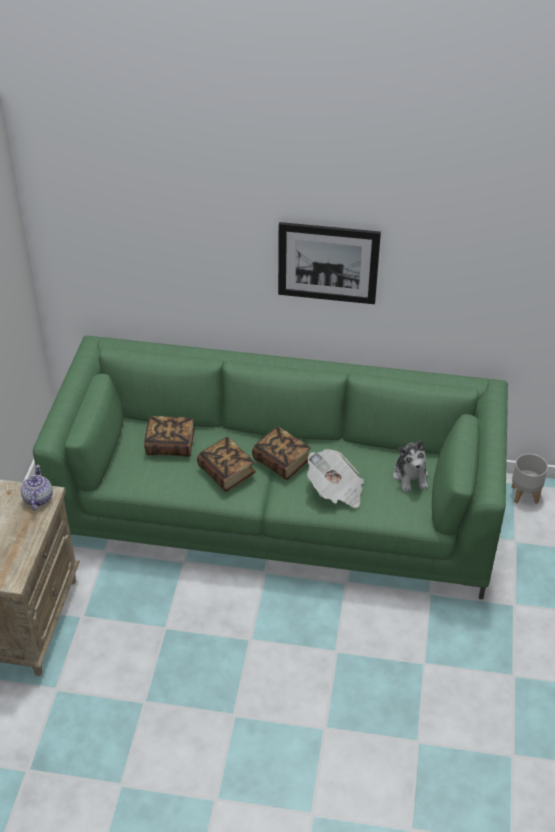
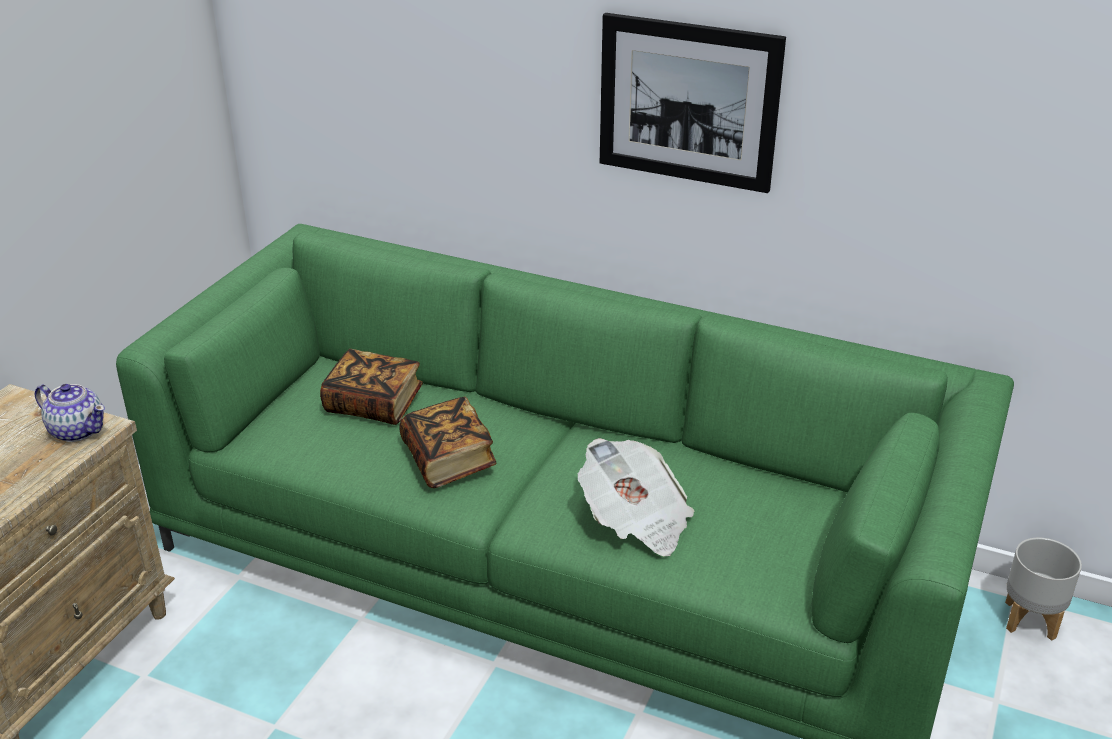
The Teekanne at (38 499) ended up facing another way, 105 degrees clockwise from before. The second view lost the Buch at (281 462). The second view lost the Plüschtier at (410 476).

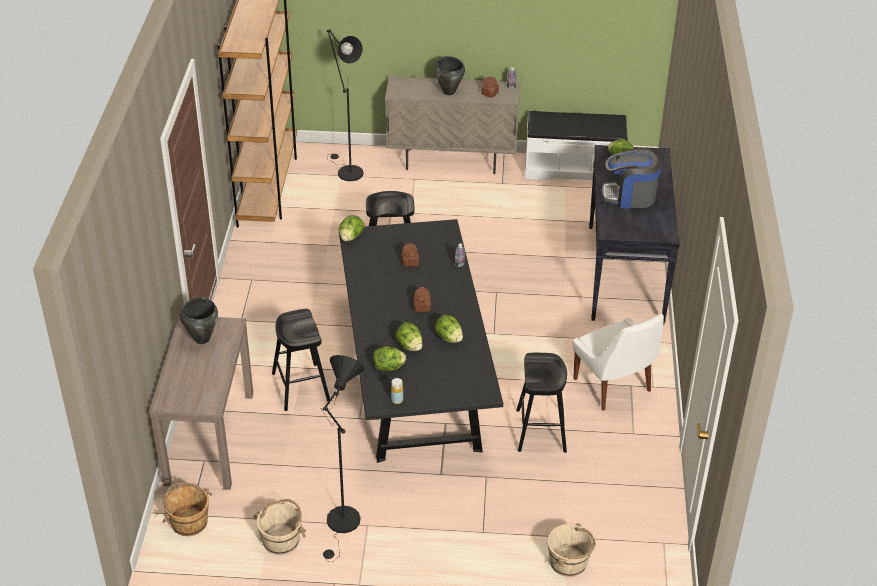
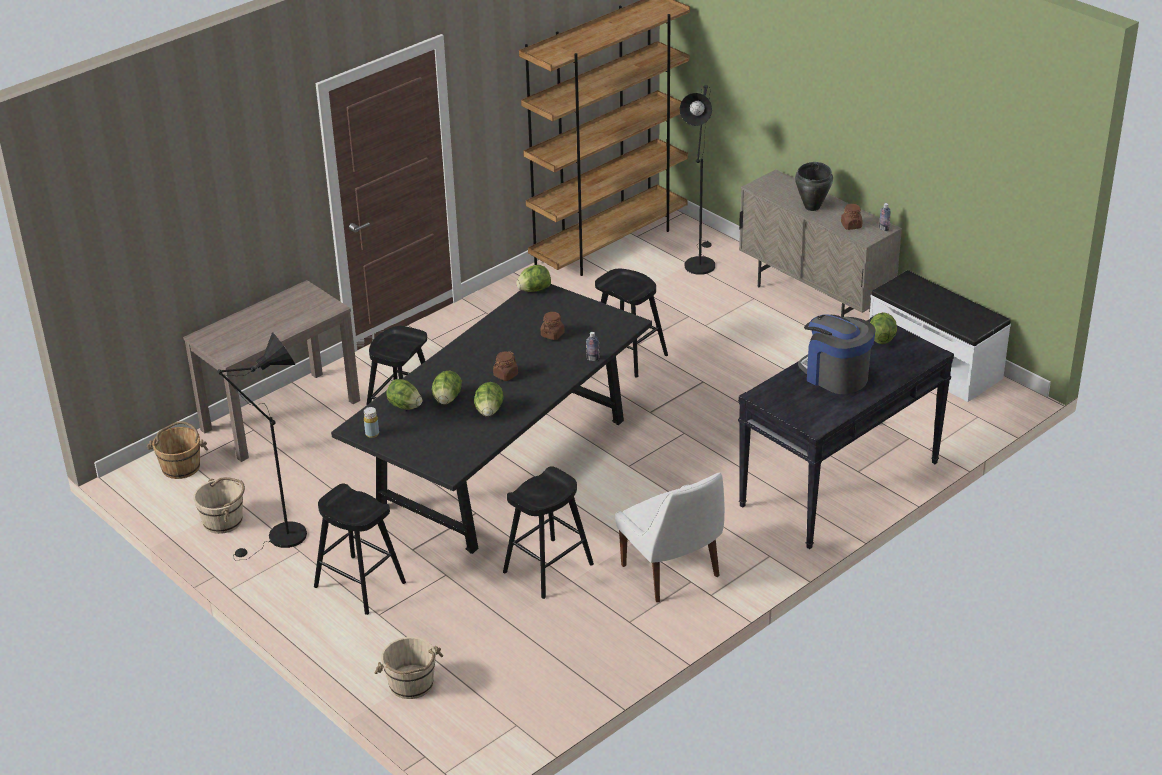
The second view gained the Hocker/schwarz at (360 585). The Stuhl/weiß at (614 387) ended up facing another way, 45 degrees counterclockwise from before. The second view lost the Kochtopf/schwarz at (201 339).

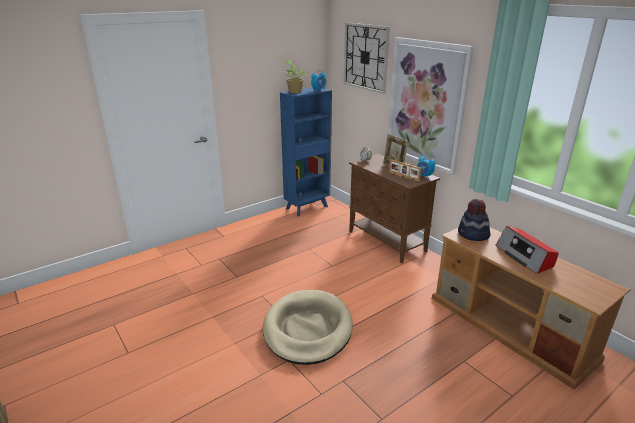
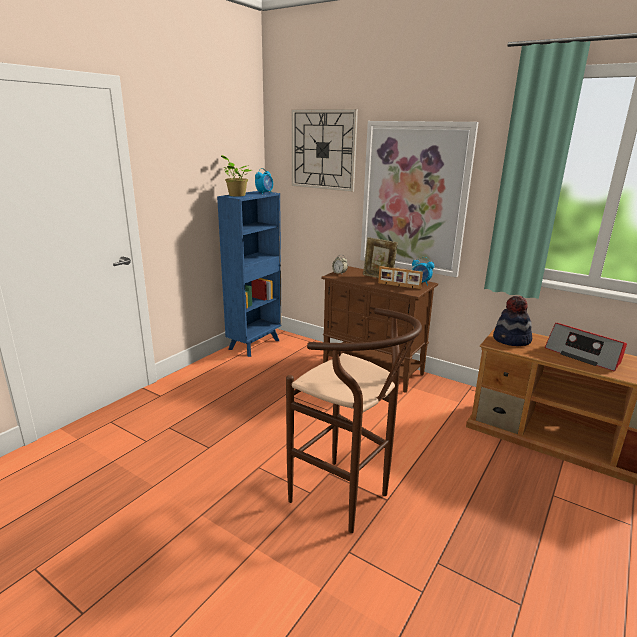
Where the Hundebett/beige stood at (307 329), the Hocker/braun came to stand at (347 500).

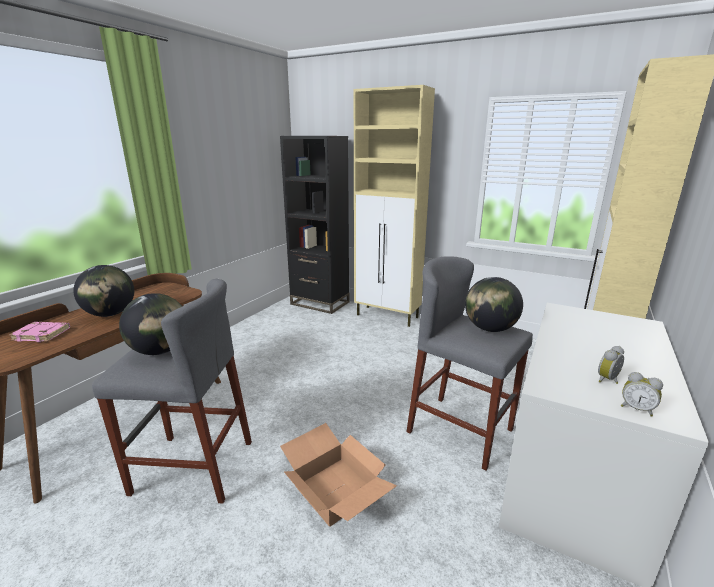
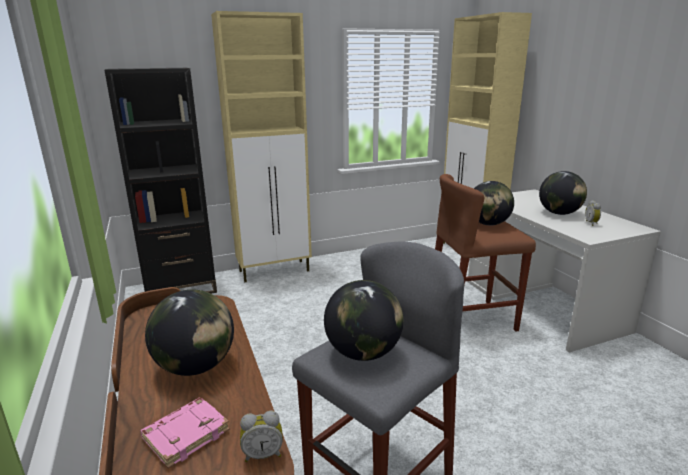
The Wecker ended up elsewhere, having gone from (637 409) to (263 454). What was the Hocker/grau at (460 430) turned into the Hocker/braun at (471 319). The second view gained the Globus at (559 213). The second view lost the Karton at (334 490).

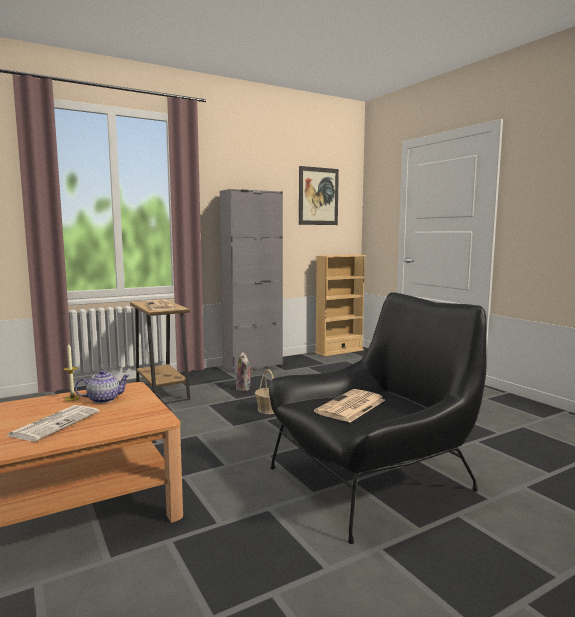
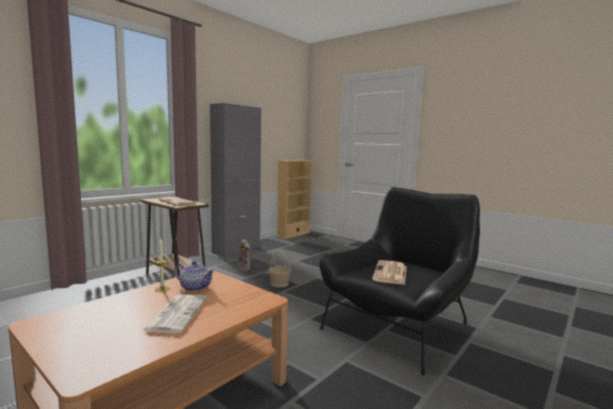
The Teekanne at (103 399) ended up facing another way, 60 degrees clockwise from before. The second view lost the Bild at (318 196).

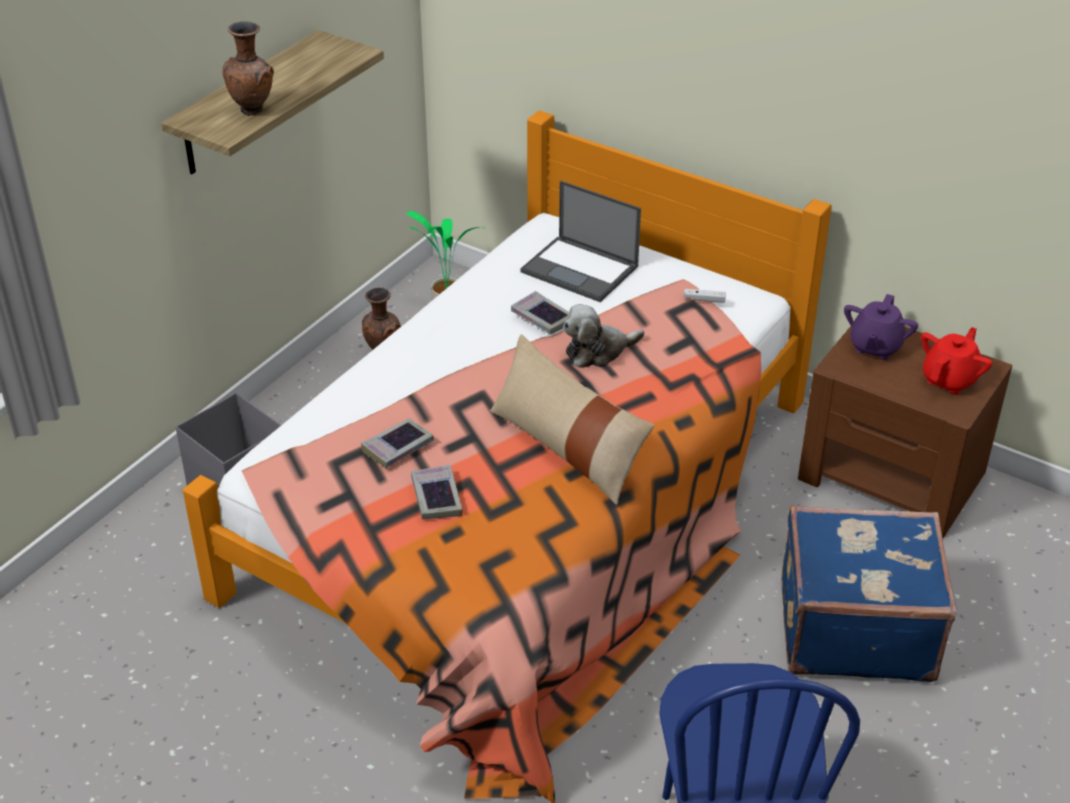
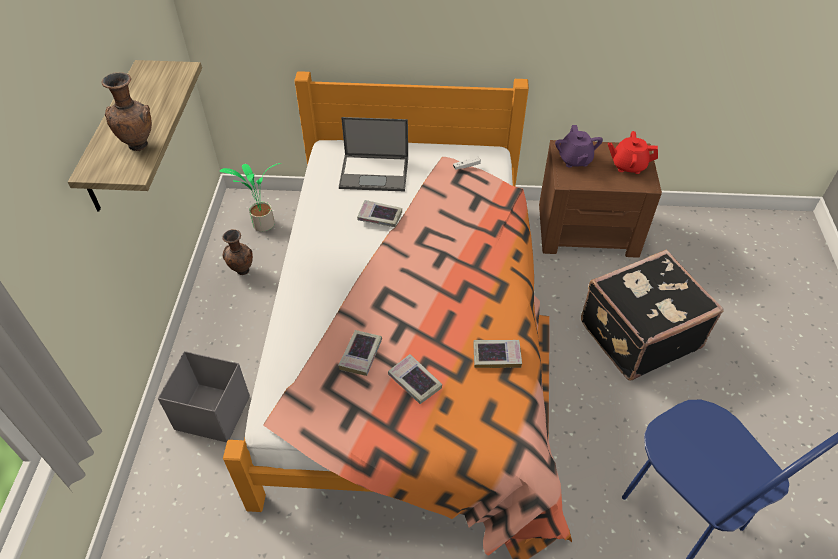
The second view gained the Buch at (496 356). What was the Koffer/blau at (854 627) turned into the Koffer/schwarz at (637 333). The Teekanne/rot at (949 379) ended up facing another way, 90 degrees counterclockwise from before. The second view lost the Kissen/beige at (567 447). The second view lost the Plüschtier at (598 351).

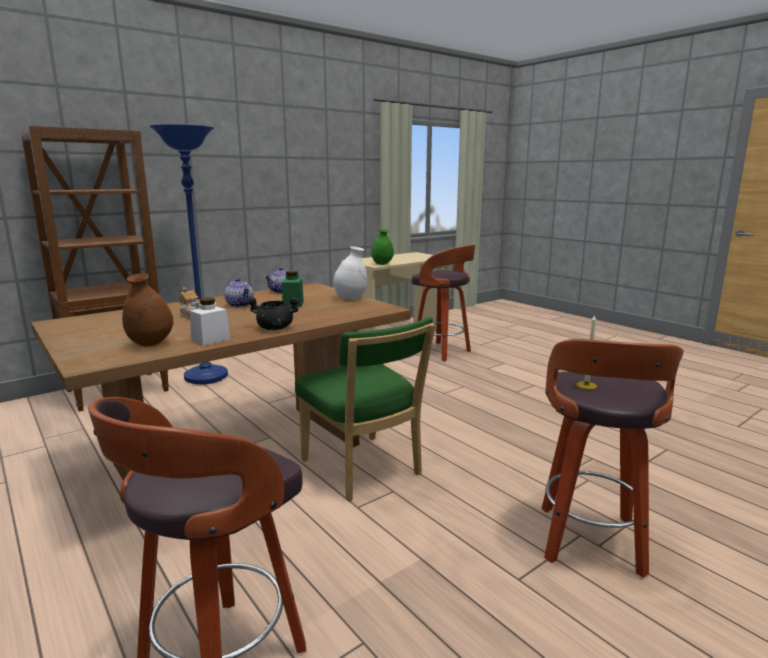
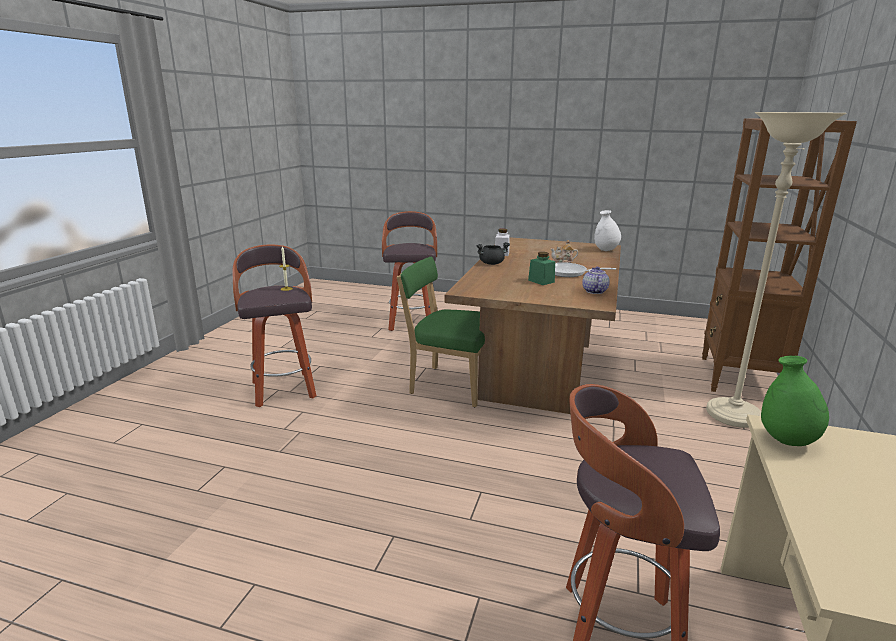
Where the Teekanne stood at (240 305), the Pfanne came to stand at (570 273). The Vase/weiß ended up elsewhere, having gone from (350 299) to (605 250). What was the Stehlampe/blau at (206 377) turned into the Stehlampe/beige at (733 415). The second view lost the Vase/braun at (150 344).

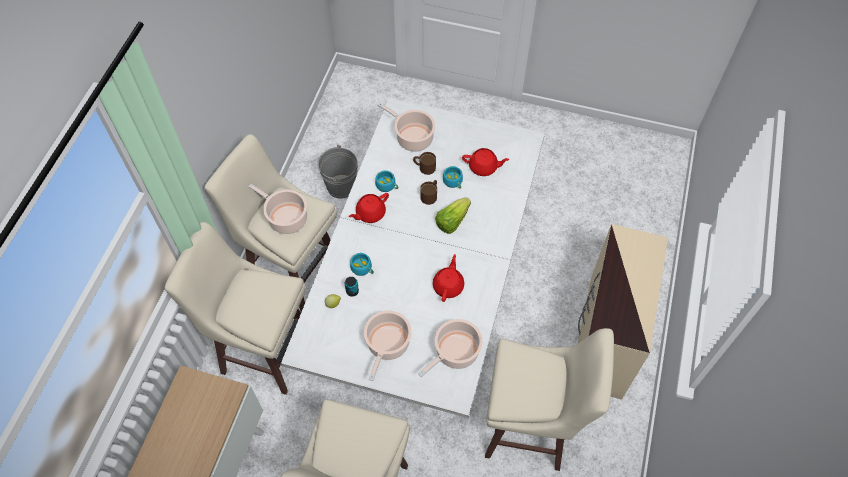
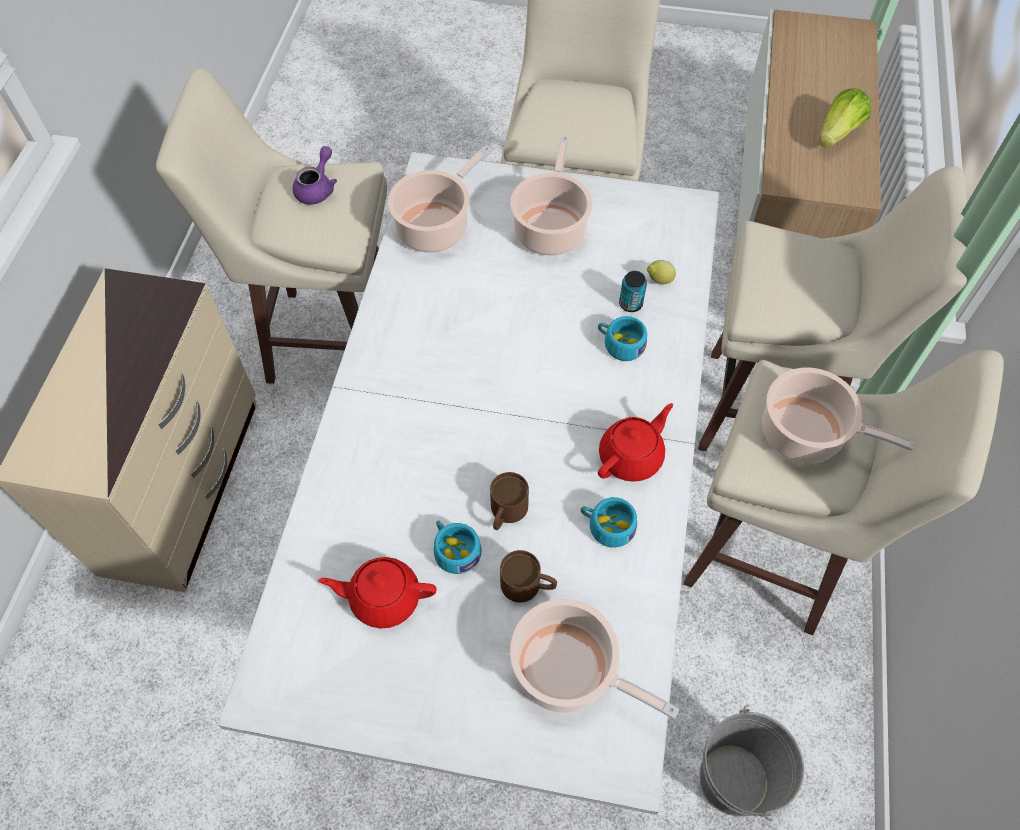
The second view gained the Teekanne/lila at (318 188). The Salatkopf ended up elsewhere, having gone from (452 221) to (837 134). The second view lost the Teekanne/rot at (448 286).

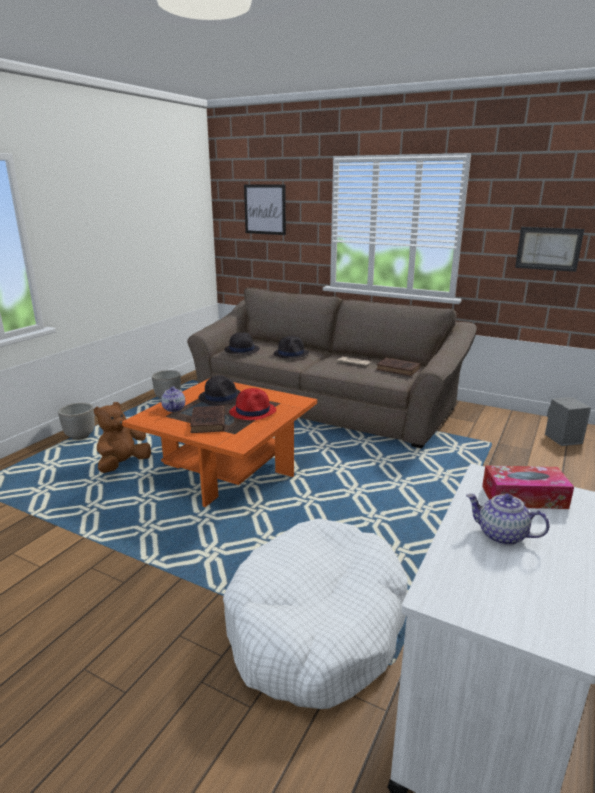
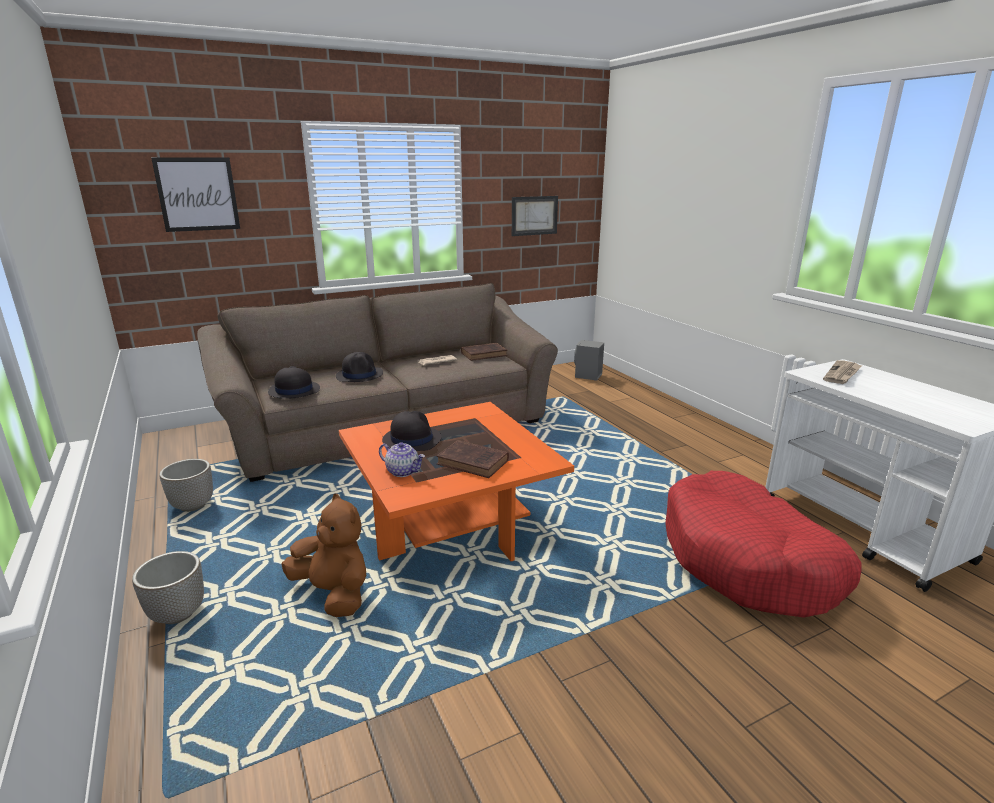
The Plüschtier/braun at (123 464) ended up facing another way, 150 degrees clockwise from before. What was the Hundebett/weiß at (317 626) turned into the Hundebett/rot at (748 561). Where the Taschentuchbox stood at (524 497), the Zeitung came to stand at (842 374). The second view lost the Hut/rot at (253 411). The second view lost the Teekanne at (501 535).

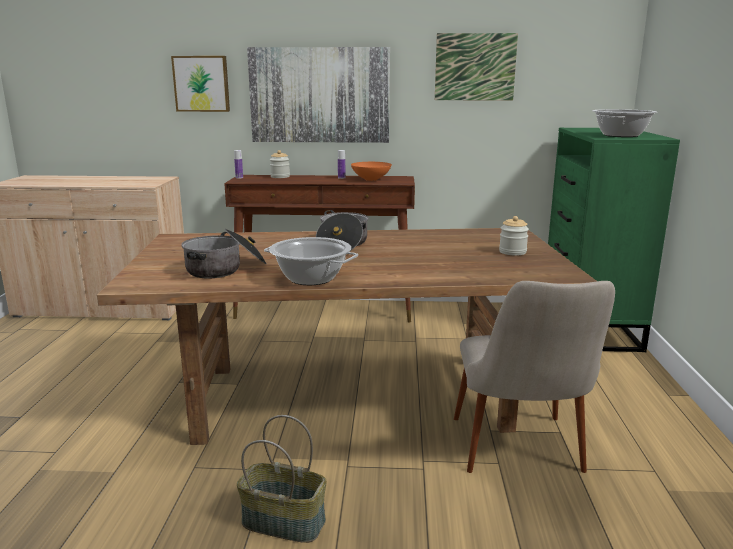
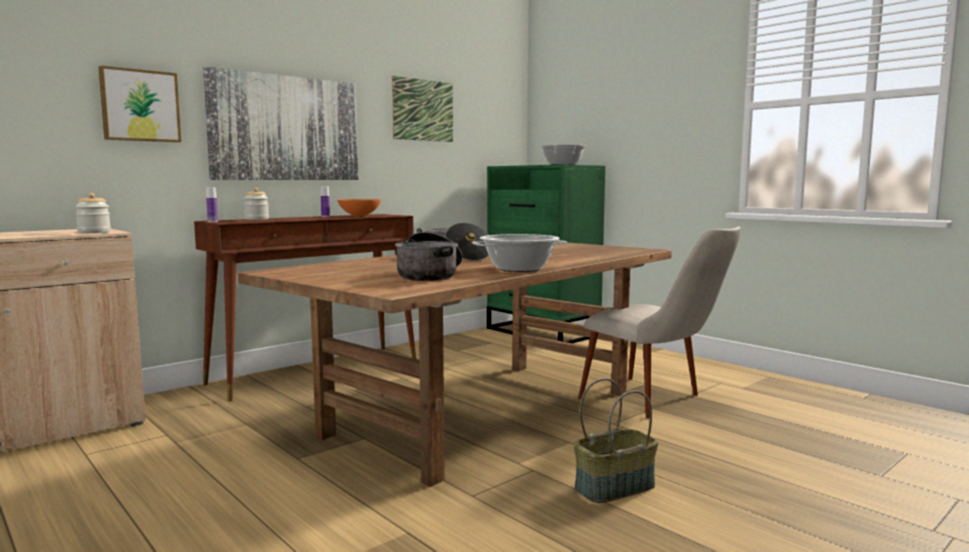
The Vorratsglas ended up elsewhere, having gone from (512 252) to (94 232).

